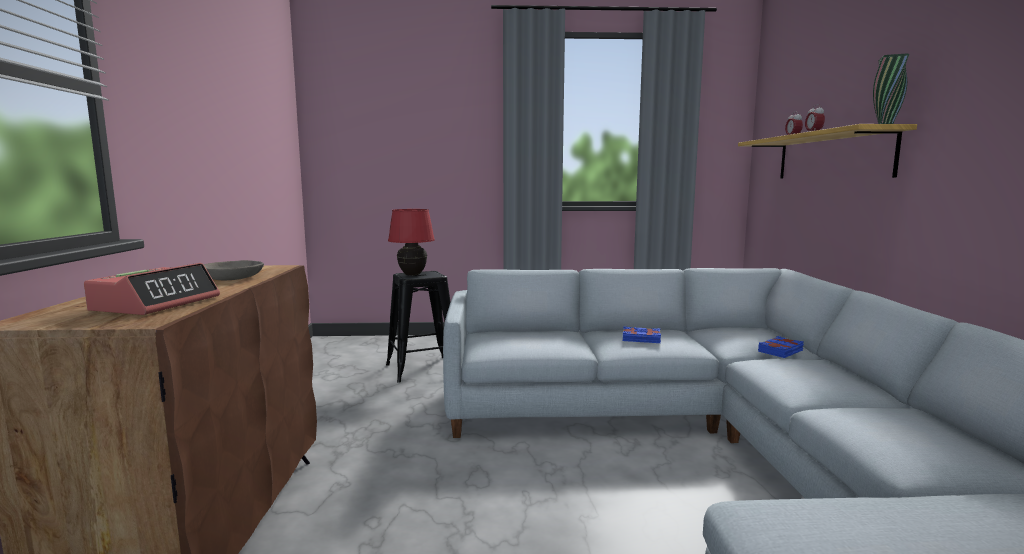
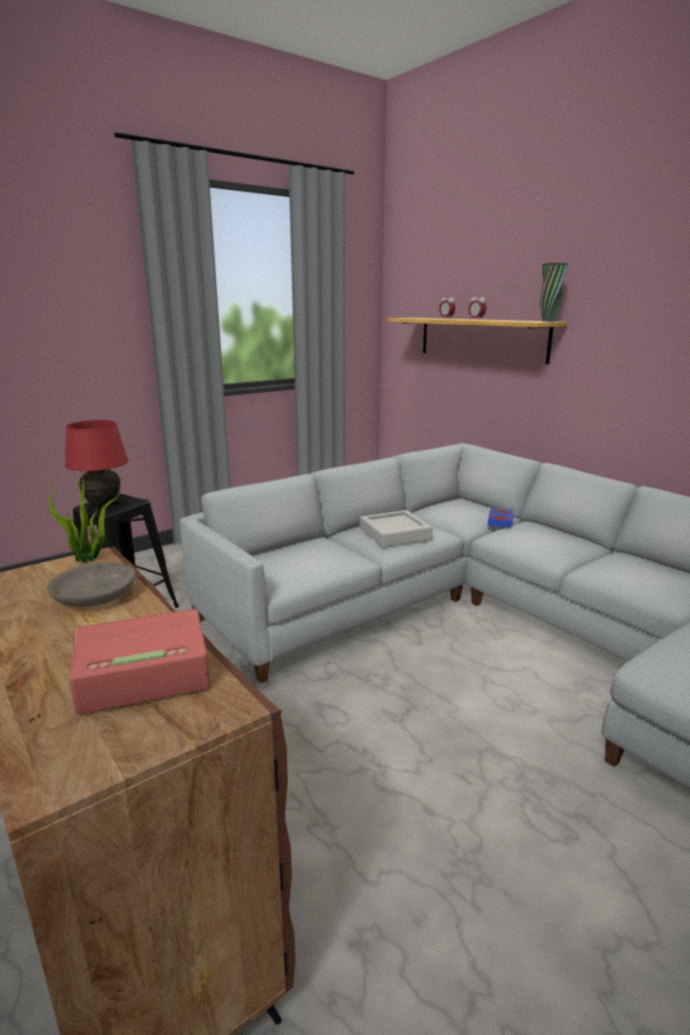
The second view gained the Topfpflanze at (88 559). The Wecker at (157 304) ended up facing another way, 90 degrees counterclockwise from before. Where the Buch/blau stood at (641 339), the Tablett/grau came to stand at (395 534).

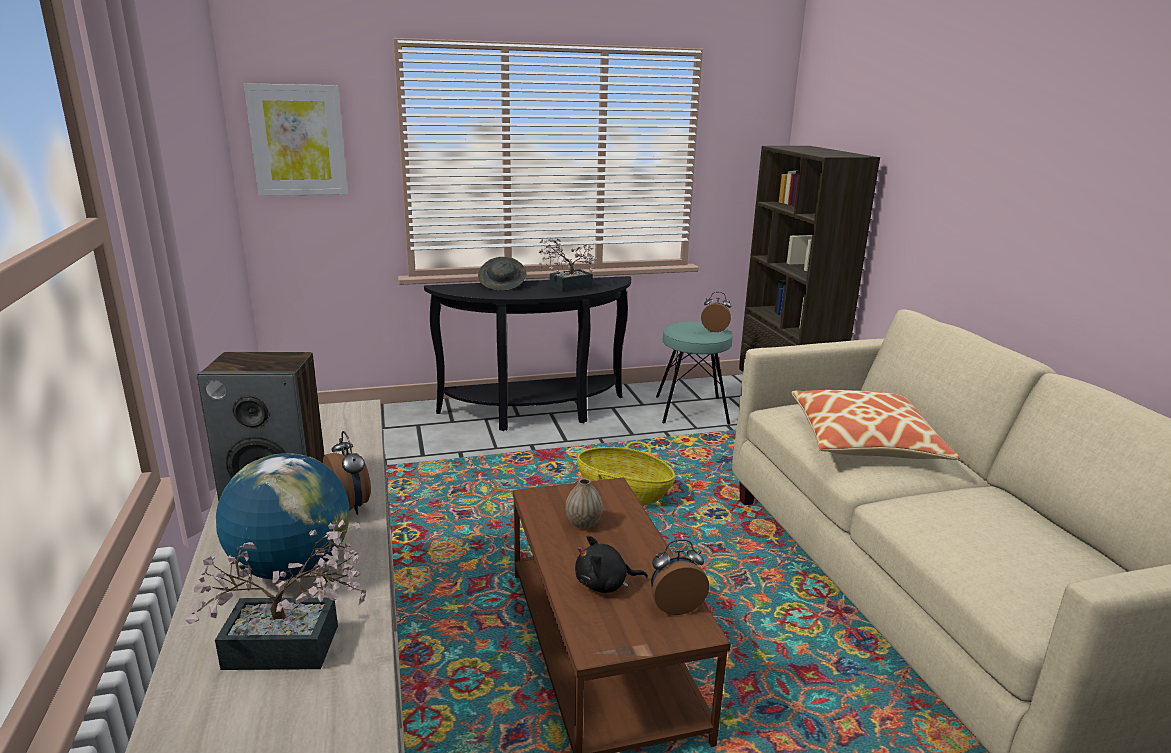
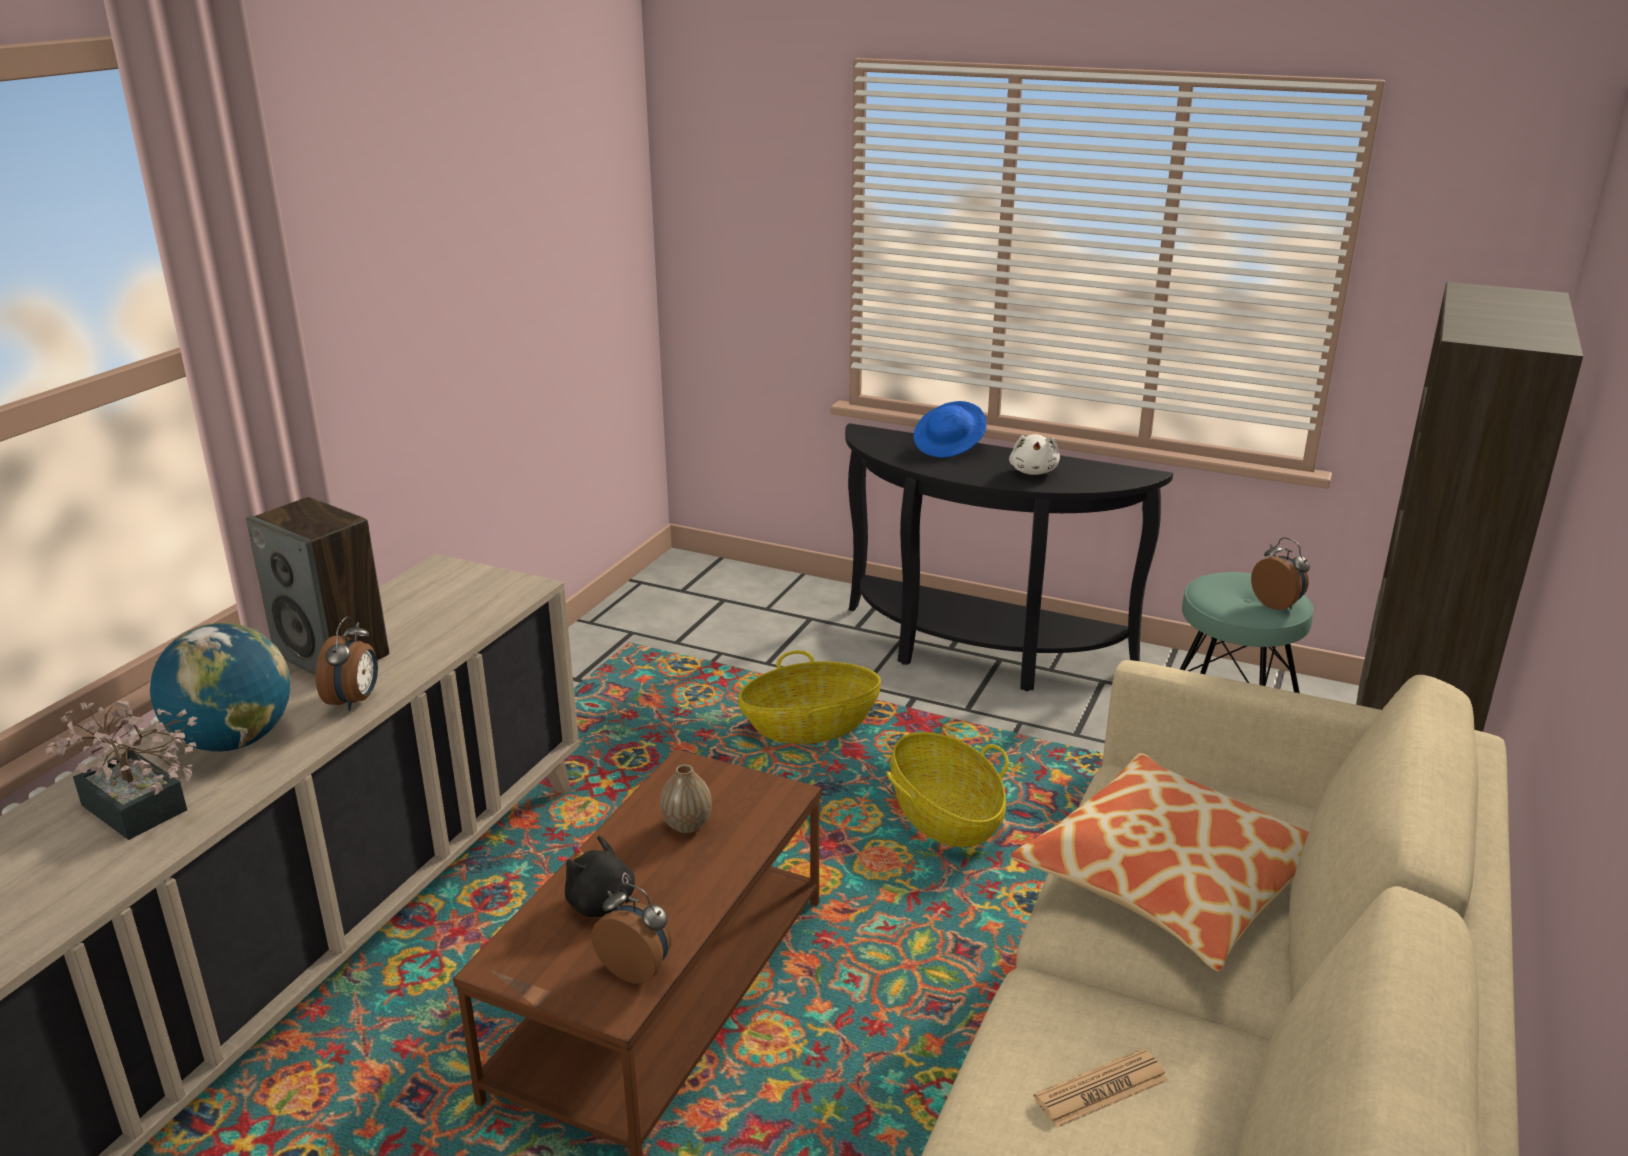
The second view gained the Korb at (810 727). What was the Hut/grau at (502 285) turned into the Hut/blau at (949 447). Where the Topfpflanze stood at (566 287), the Plüschtier/weiß came to stand at (1033 471). The second view gained the Zeitung at (1101 1089). The second view lost the Bild at (298 140).

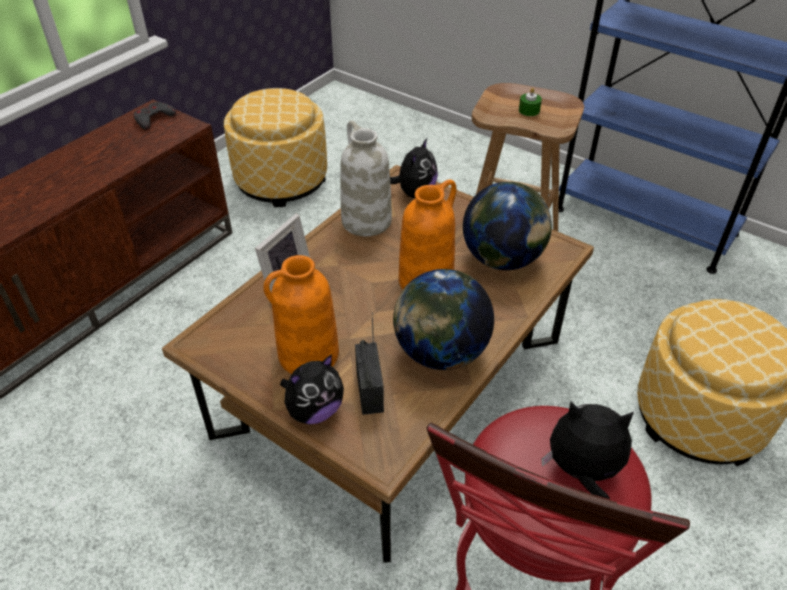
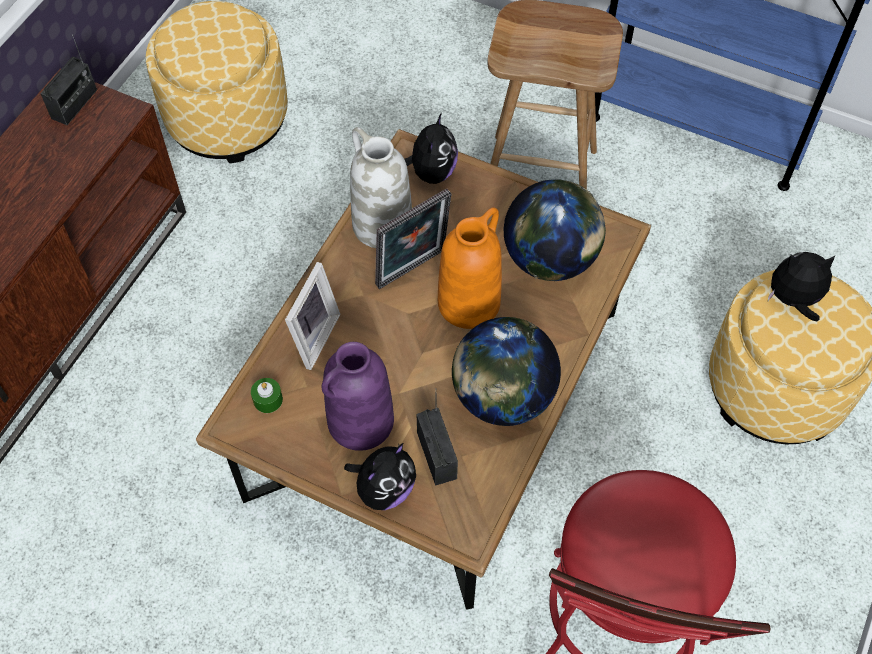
Where the Gamepad/grau stood at (153 119), the Radio came to stand at (74 104). The Kerze/grün ended up elsewhere, having gone from (529 110) to (268 400). What was the Vase/orange at (308 355) turned into the Vase/lila at (360 422). The second view gained the Bilderrahmen at (413 271). The Plüschtier ended up elsewhere, having gone from (582 472) to (793 300).

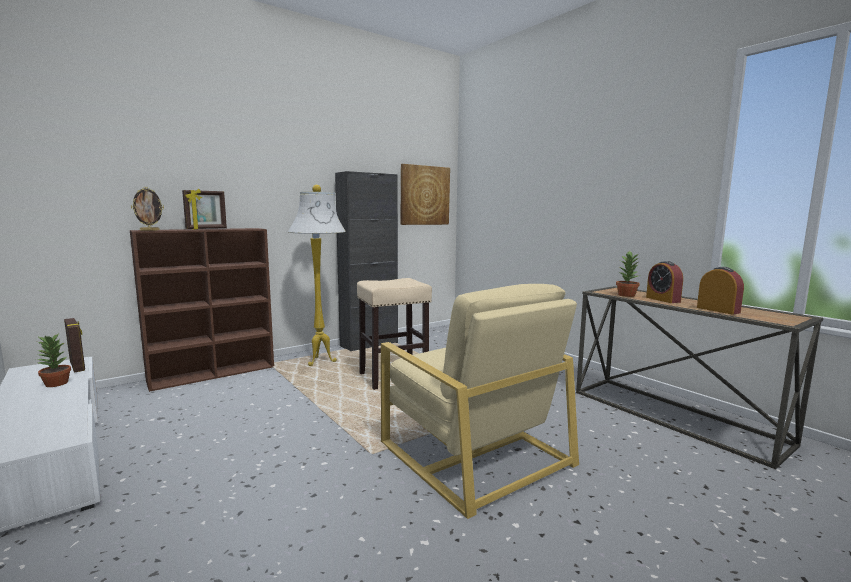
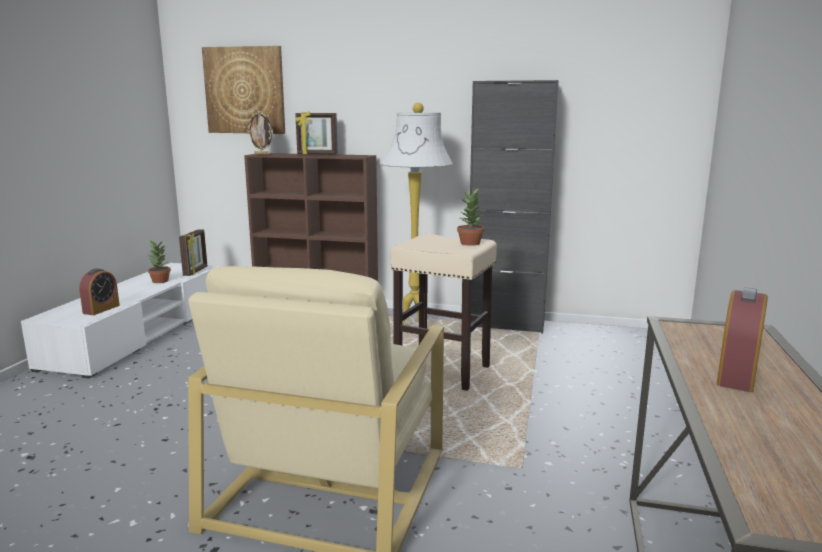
The Wecker ended up elsewhere, having gone from (718 310) to (101 309). The Bild ended up elsewhere, having gone from (424 195) to (245 90). The Topfpflanze ended up elsewhere, having gone from (627 295) to (470 243).

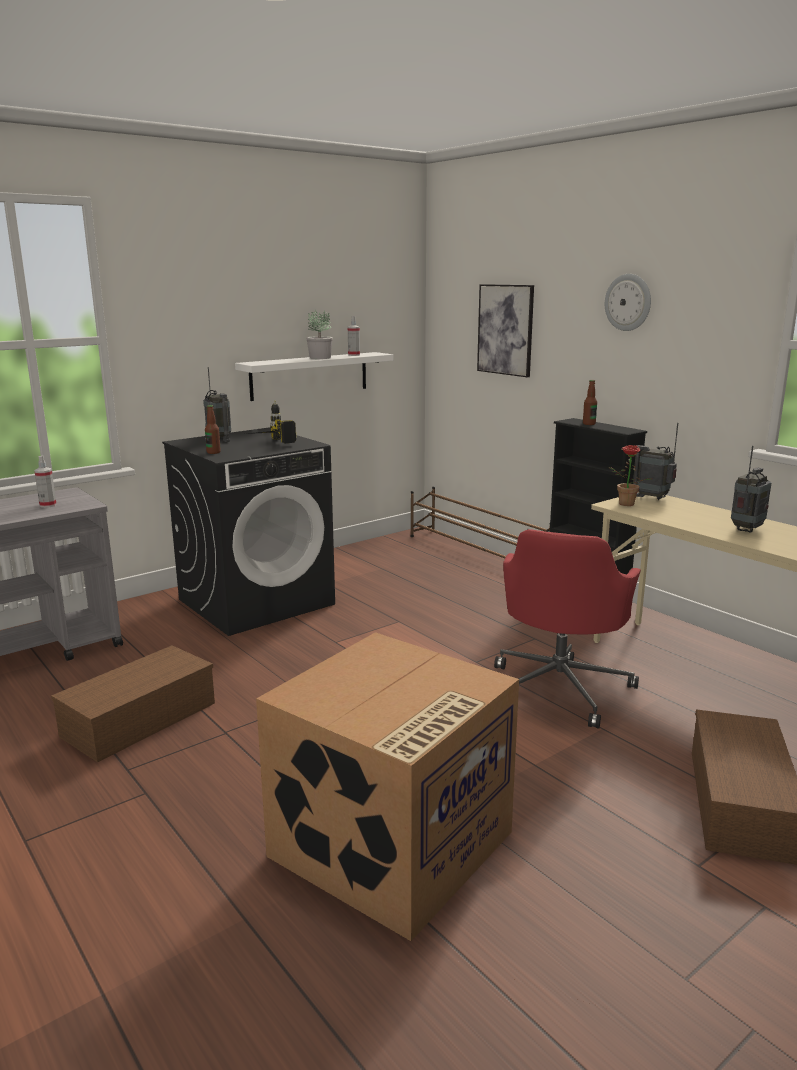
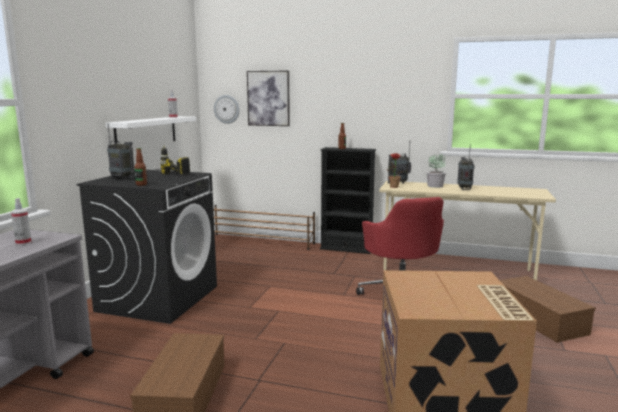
The Wanduhr ended up elsewhere, having gone from (628 302) to (227 109). The Topfpflanze ended up elsewhere, having gone from (320 358) to (435 186).

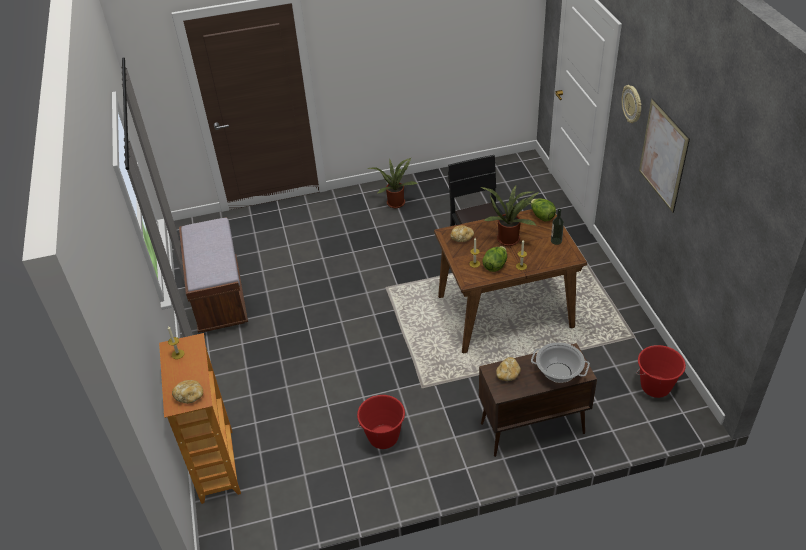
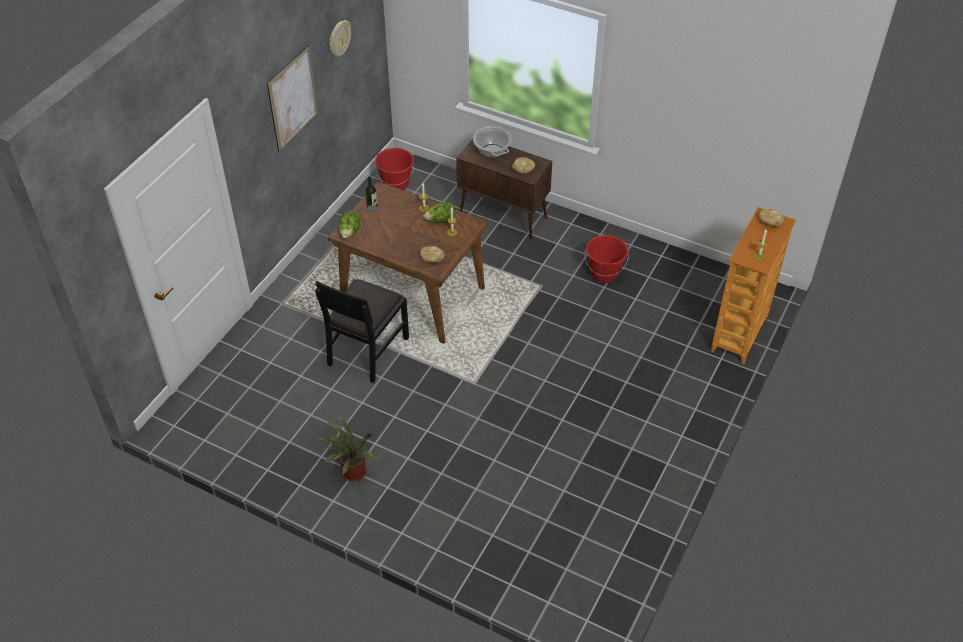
The Wanduhr ended up elsewhere, having gone from (632 104) to (339 38). The second view lost the Bank/braun at (219 297). The second view lost the Topfpflanze at (509 238).

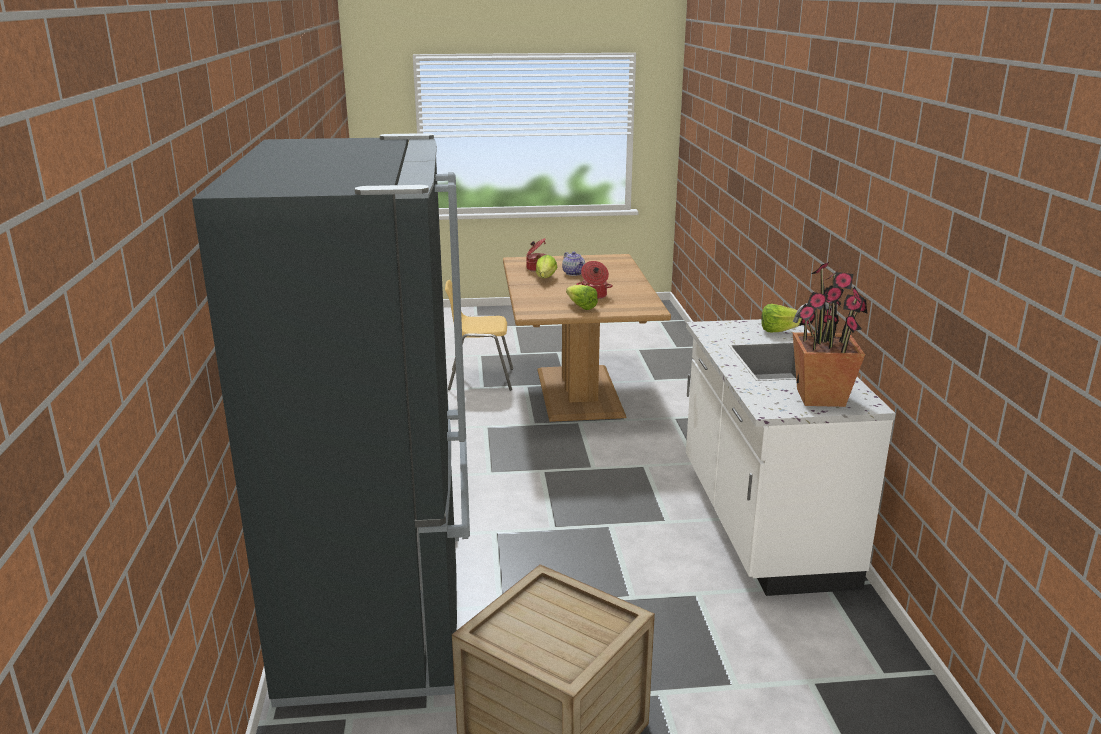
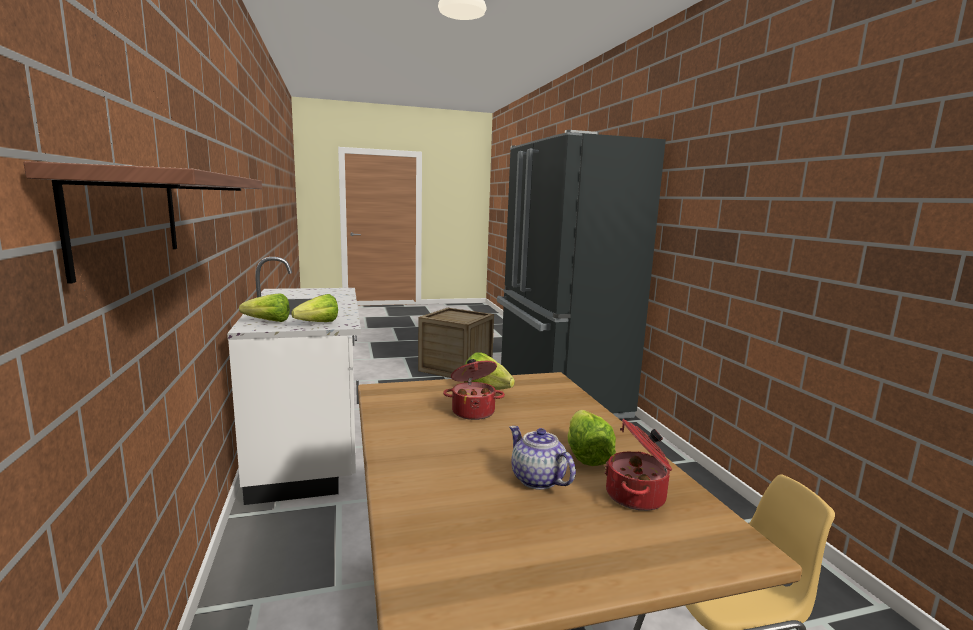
The second view gained the Wandregal at (128 217). The second view gained the Salatkopf at (314 324). The second view lost the Topfpflanze at (821 397).

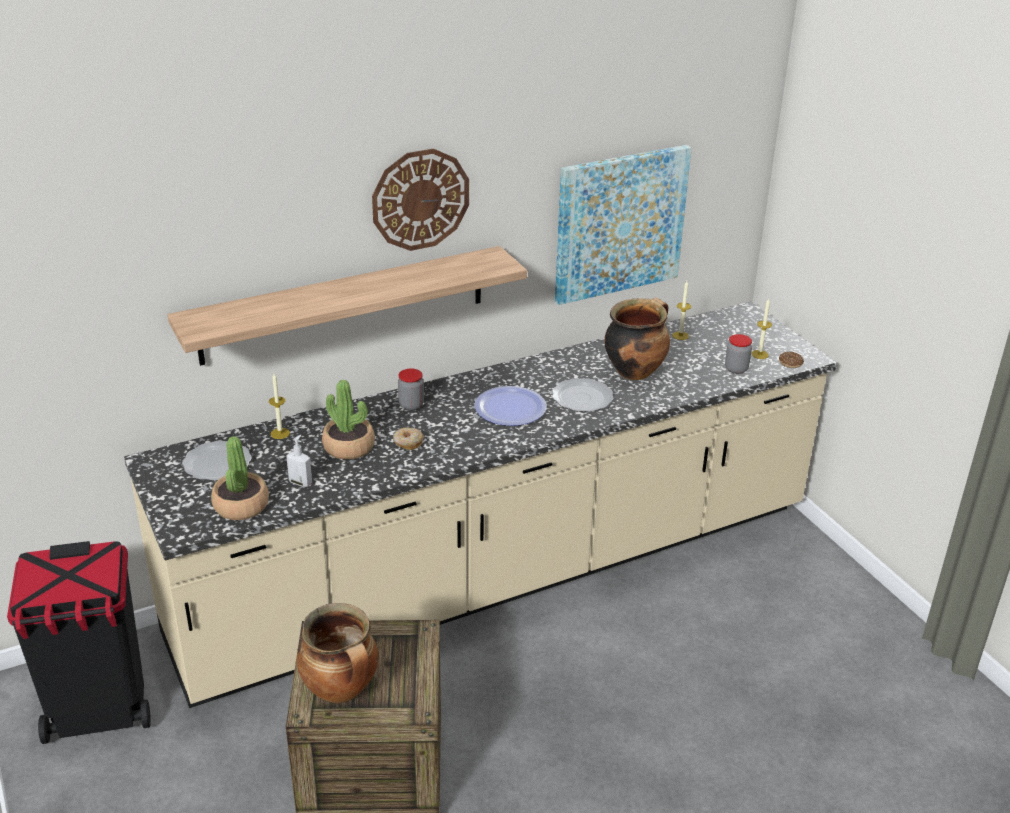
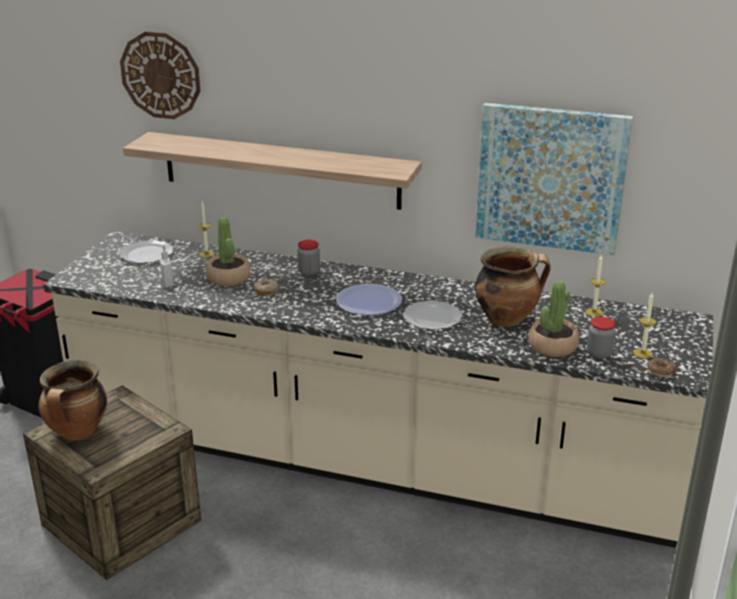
The Wanduhr ended up elsewhere, having gone from (420 199) to (160 75). The Topfpflanze ended up elsewhere, having gone from (241 505) to (552 346).

